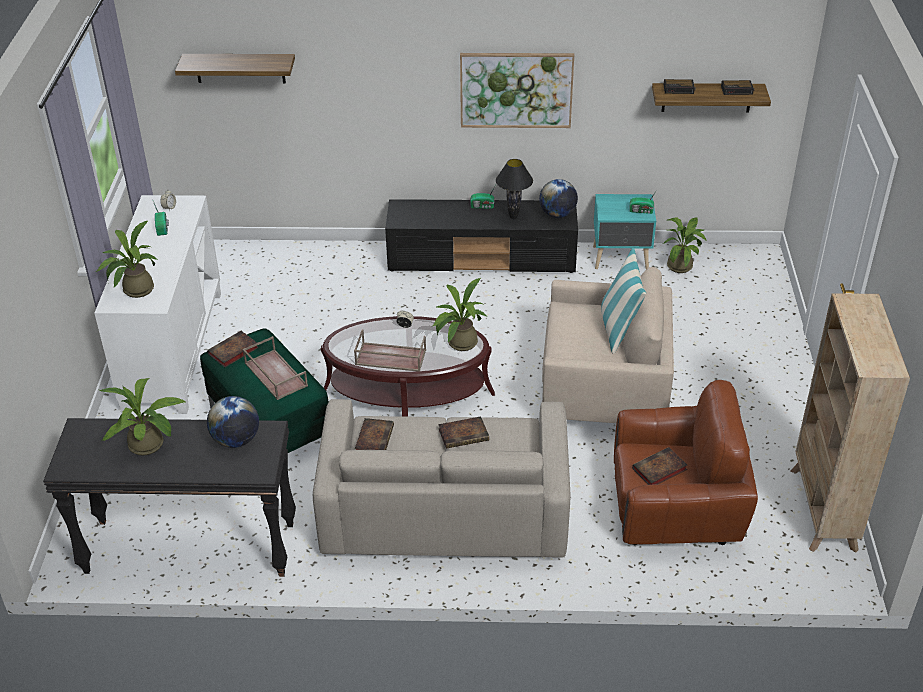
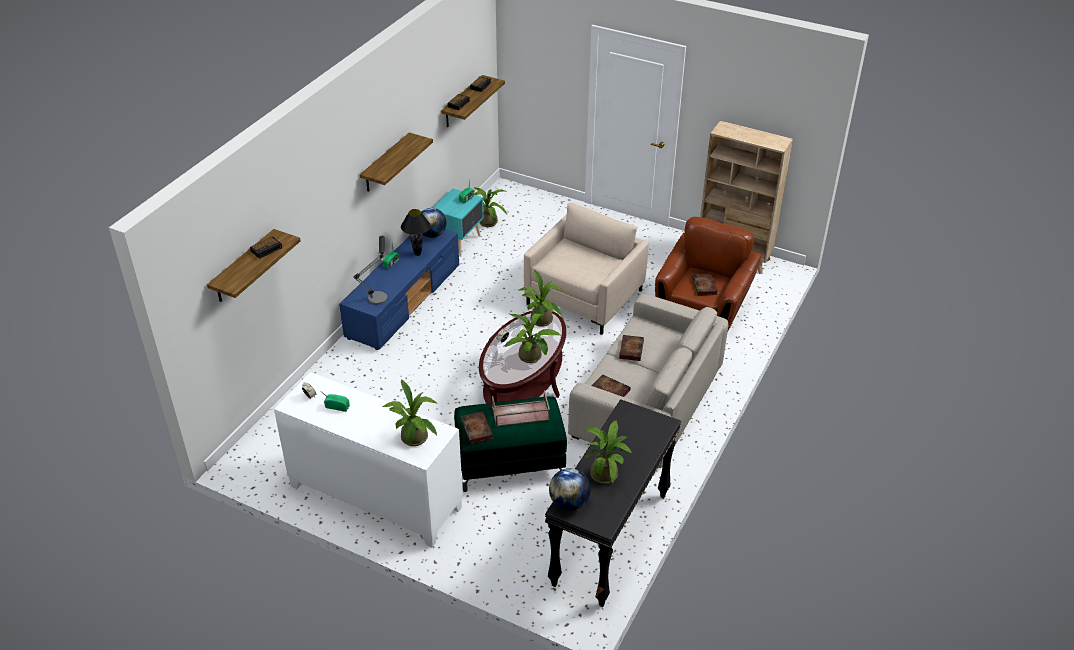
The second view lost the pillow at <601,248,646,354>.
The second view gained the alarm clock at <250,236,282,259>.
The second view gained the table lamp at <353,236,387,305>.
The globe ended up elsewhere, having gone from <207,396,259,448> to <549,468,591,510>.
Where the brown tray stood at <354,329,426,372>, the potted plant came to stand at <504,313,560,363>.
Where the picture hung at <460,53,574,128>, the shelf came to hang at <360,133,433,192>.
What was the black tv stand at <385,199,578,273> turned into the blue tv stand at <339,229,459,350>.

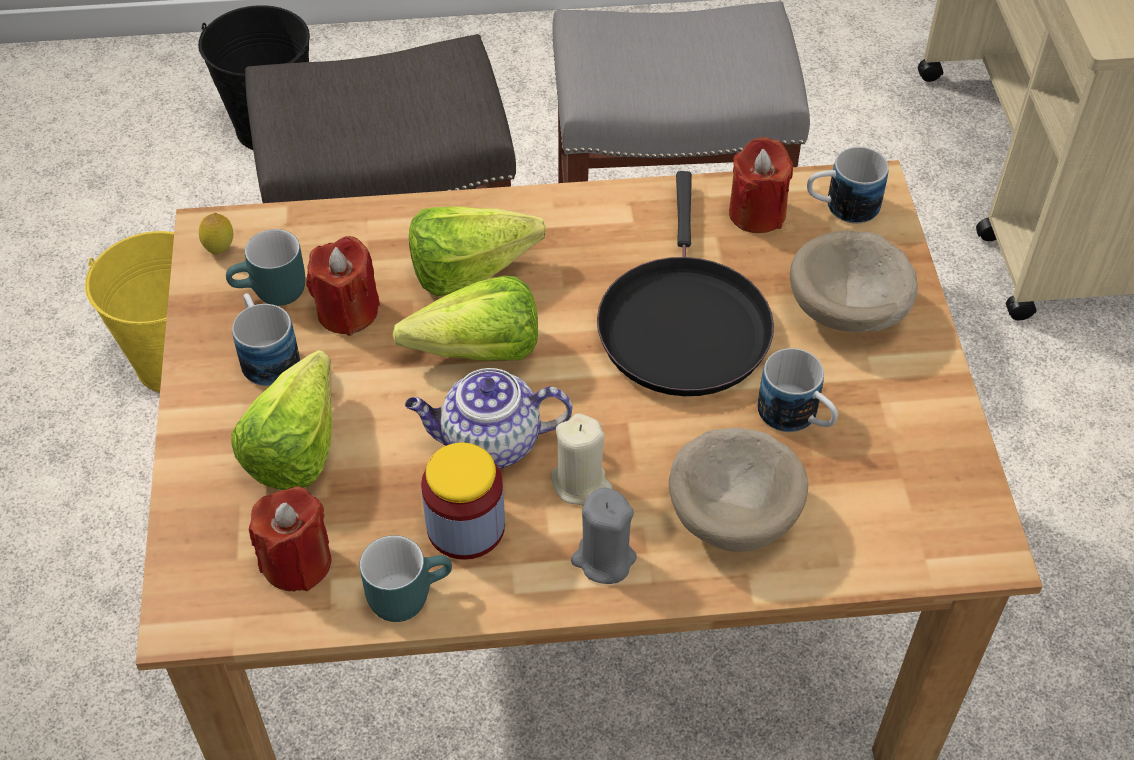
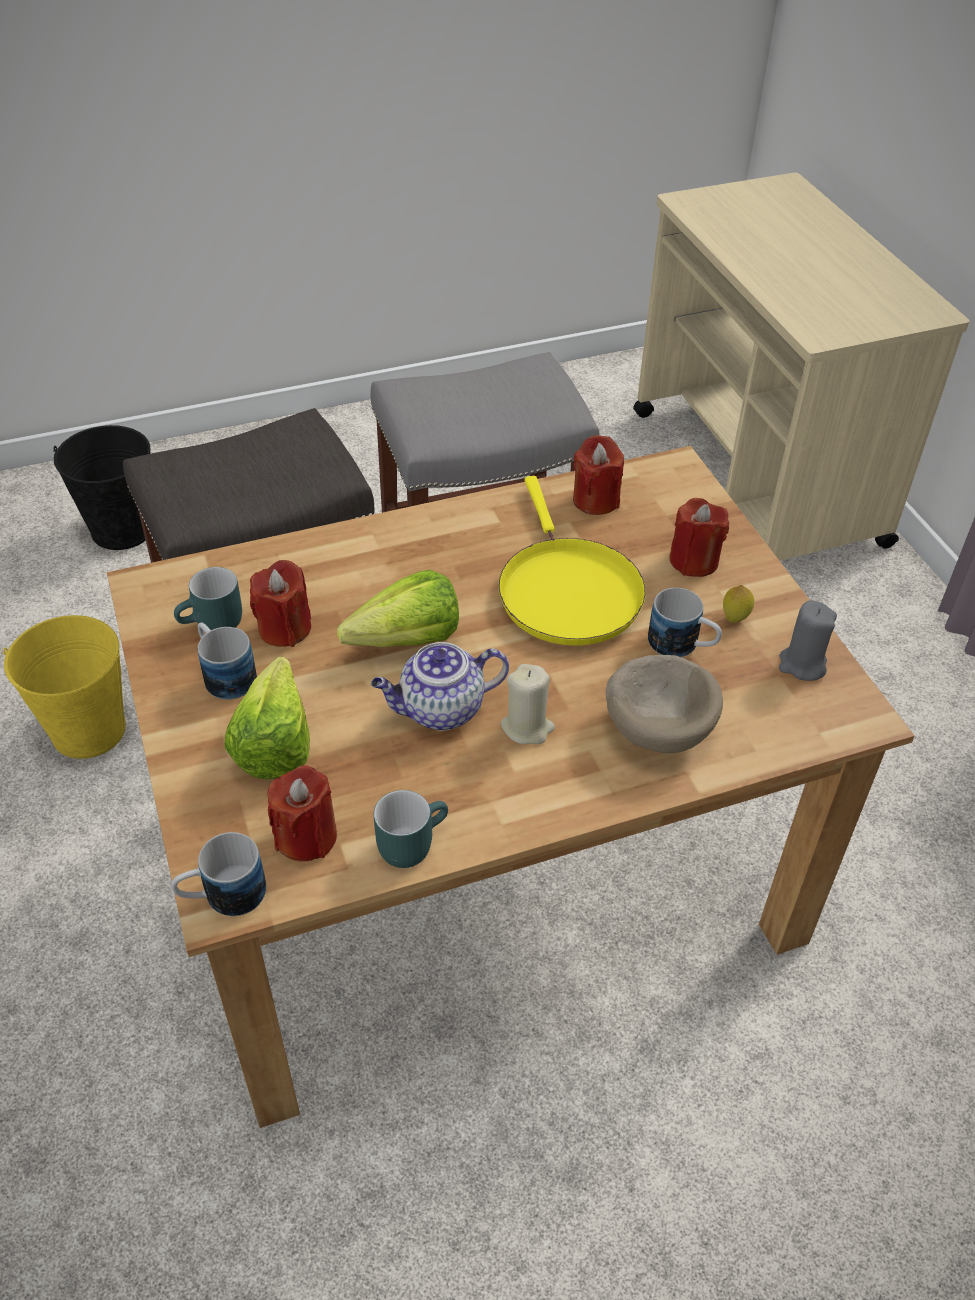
The second view lost the lettuce at <409,206,546,296>.
The second view lost the jar at <421,442,505,560>.
The lemon ended up elsewhere, having gone from <199,213,233,254> to <723,585,754,623>.
The grey candle ended up elsewhere, having gone from <571,487,637,584> to <779,600,837,681>.
The mug ended up elsewhere, having gone from <807,147,889,224> to <171,832,266,916>.
Where the beige bowl stood at <790,231,918,332>, the red candle came to stand at <669,498,729,577>.
What was the black frying pan at <597,171,774,396> turned into the yellow frying pan at <498,476,646,646>.

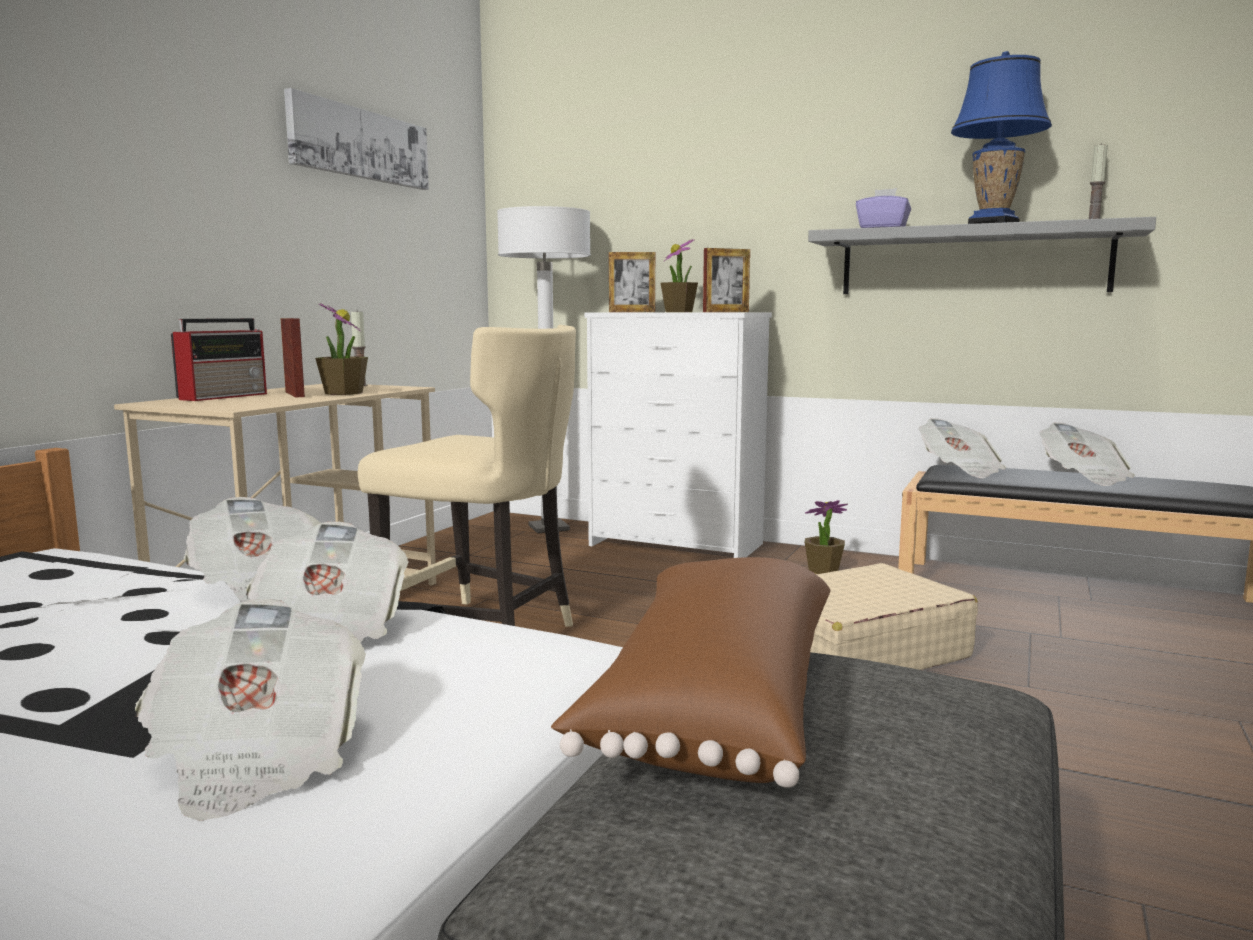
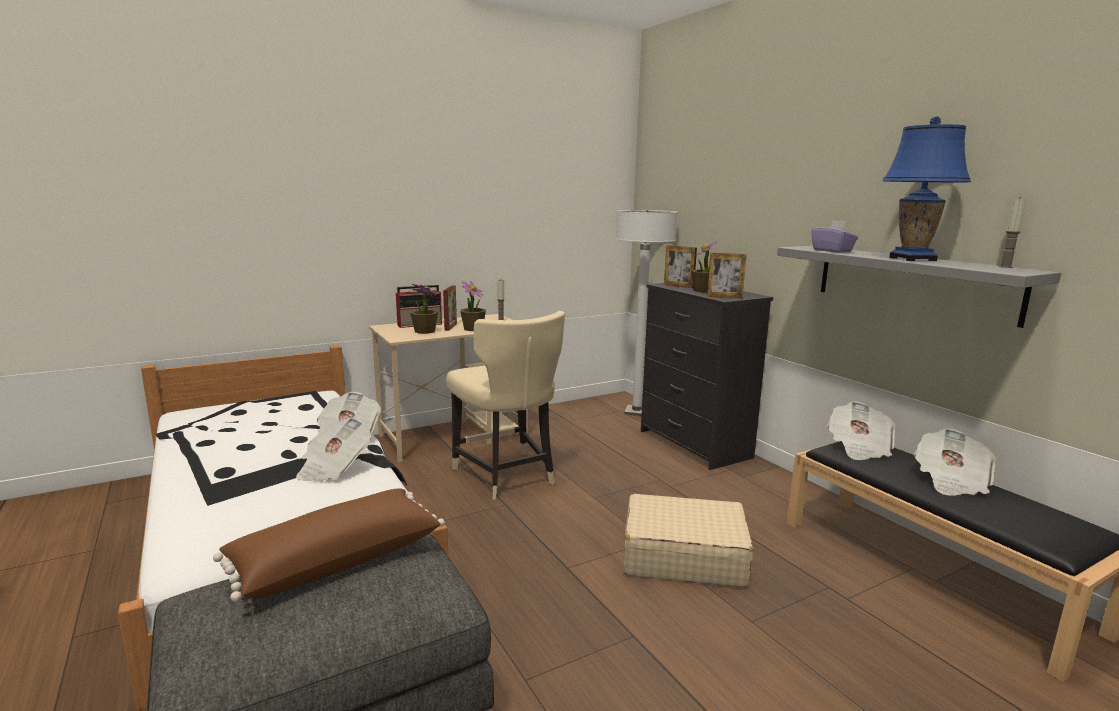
The second view lost the newspaper at <135,599,366,821>.
The second view lost the picture at <284,88,429,190>.
The potted plant ended up elsewhere, having gone from <804,500,848,574> to <410,284,438,334>.
What was the white dresser at <584,312,772,558> turned into the black dresser at <641,283,773,470>.

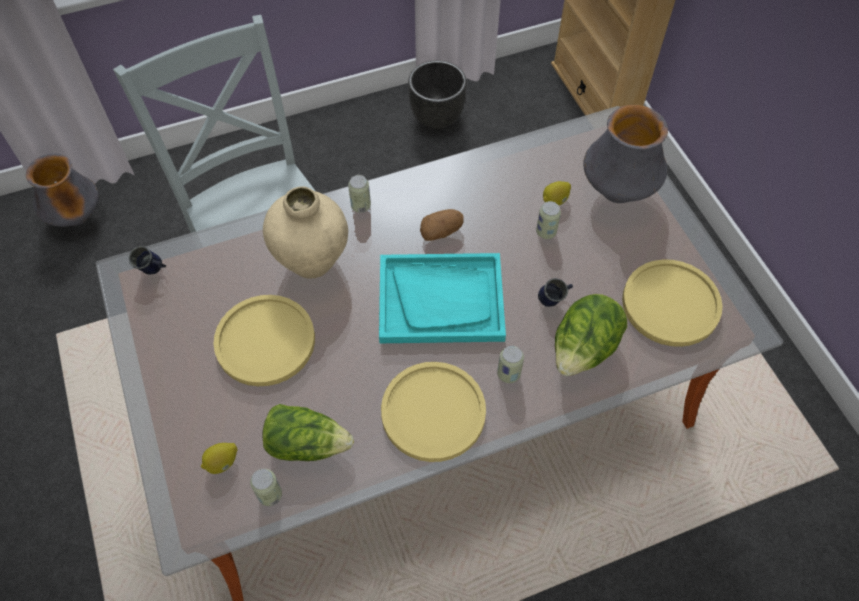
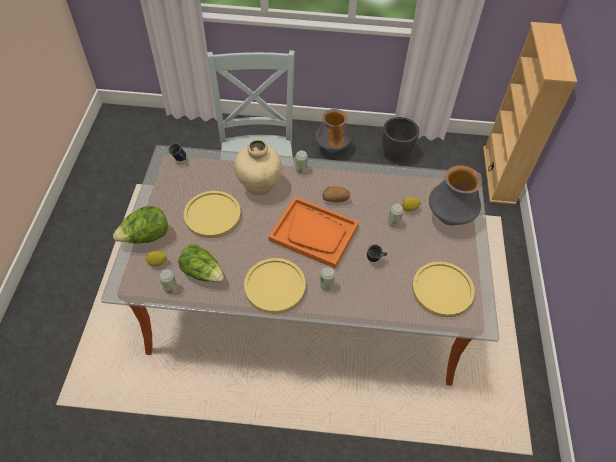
The vase ended up elsewhere, having gone from <26,153,99,227> to <315,109,351,153>.
The lettuce ended up elsewhere, having gone from <555,294,627,376> to <113,206,168,244>.
What was the turquoise tray at <379,253,506,343> turned into the orange tray at <268,197,359,268>.

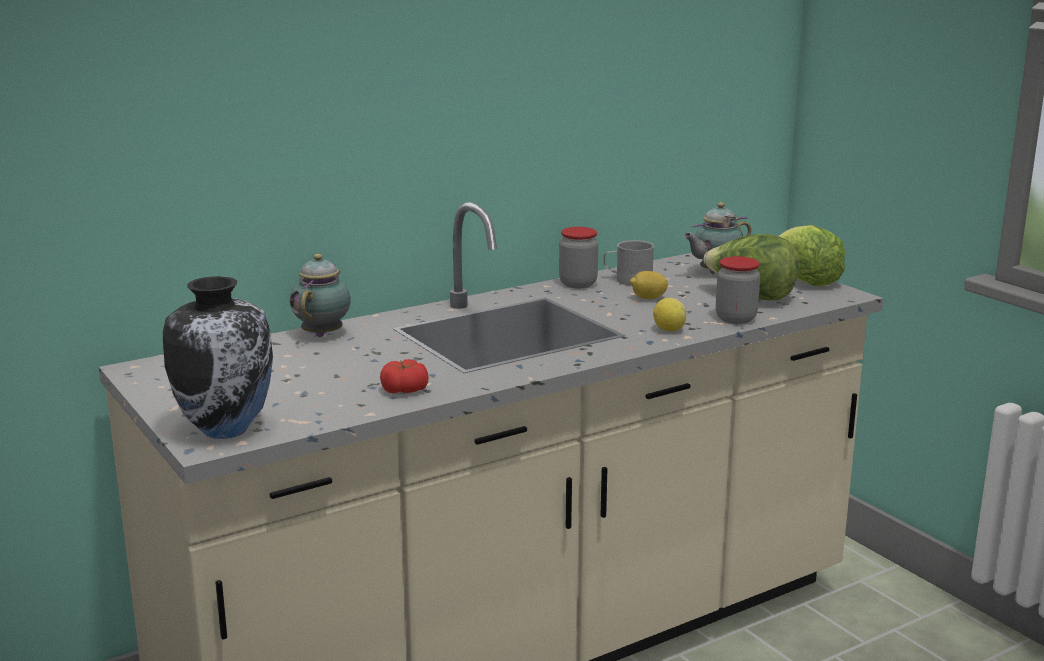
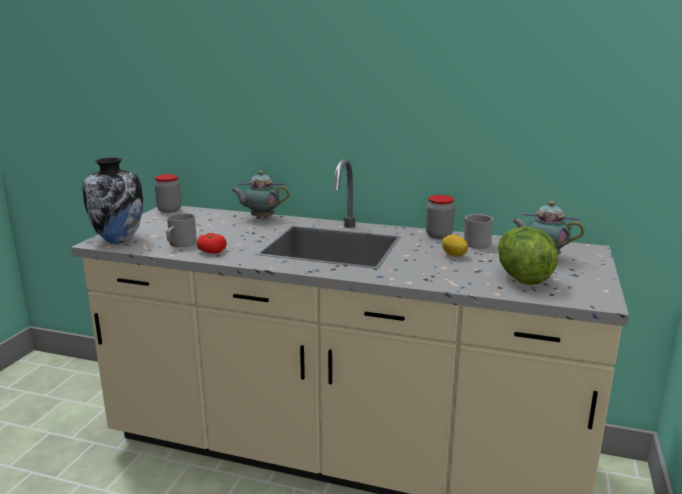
The second view lost the lemon at <653,298,686,332>.
The second view lost the lettuce at <779,225,845,287>.
The second view gained the grey mug at <166,213,197,247>.
The jar ended up elsewhere, having gone from <716,256,760,324> to <155,174,181,213>.
The teapot at <290,254,351,337> ended up facing another way, 150 degrees counterclockwise from before.

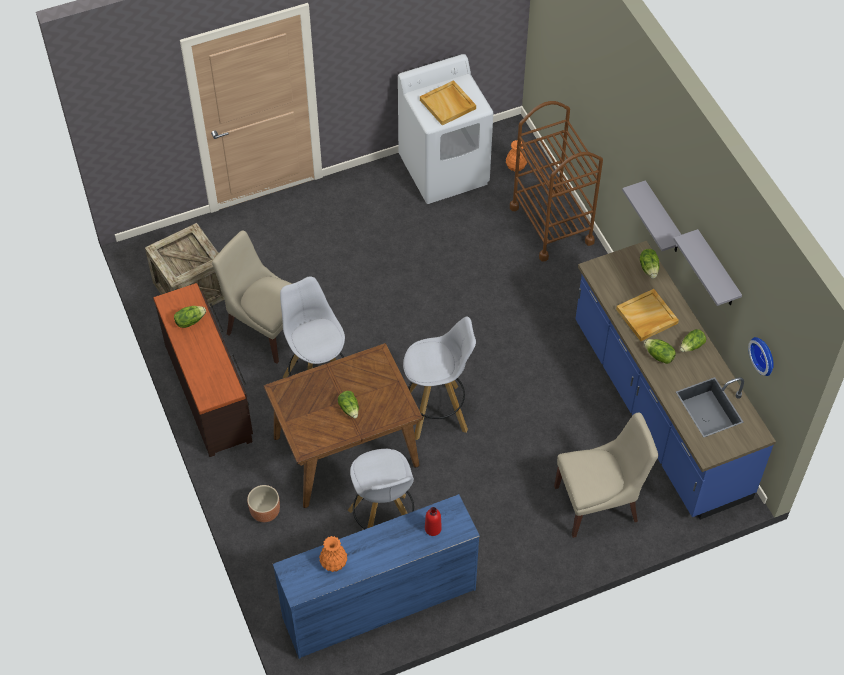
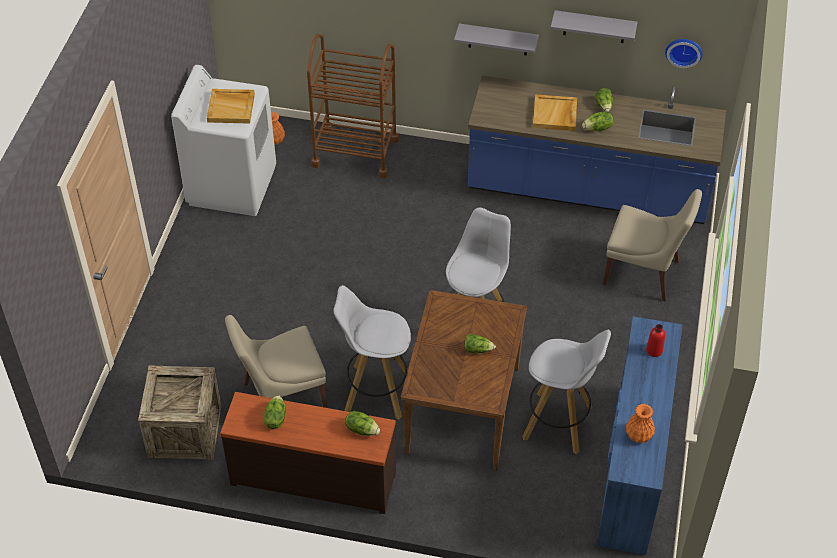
The second view lost the brown planter at <247,485,280,522>.
The lettuce ended up elsewhere, having gone from <640,249,659,279> to <345,411,380,436>.
The beige chair at <554,412,658,538> ended up facing another way, 90 degrees clockwise from before.

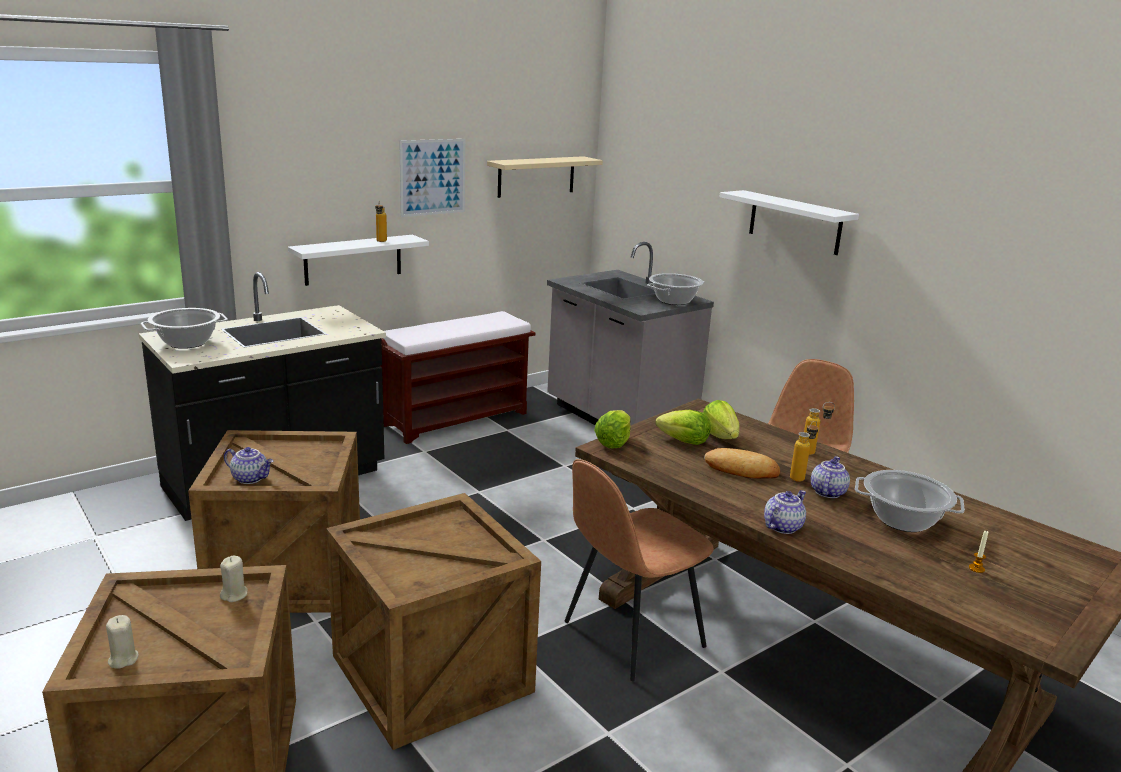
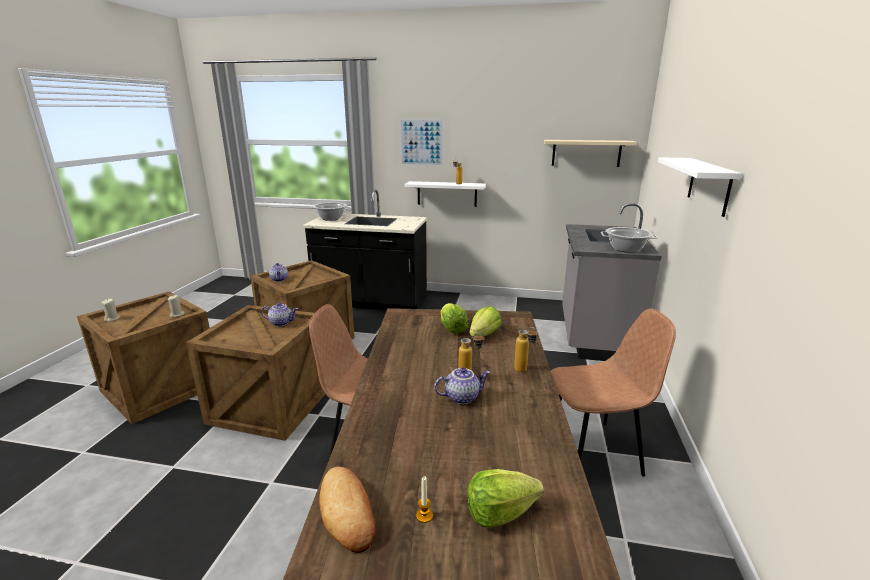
The second view lost the brown bench at <380,311,536,444>.
The second view lost the cooking pot at <855,470,965,532>.
The picture ended up elsewhere, having gone from <399,139,465,217> to <399,119,444,166>.
The lettuce ended up elsewhere, having gone from <594,410,631,448> to <467,469,544,528>.
The bread ended up elsewhere, having gone from <704,448,780,479> to <319,467,376,553>.
The teapot ended up elsewhere, having gone from <764,490,806,534> to <261,303,298,326>.

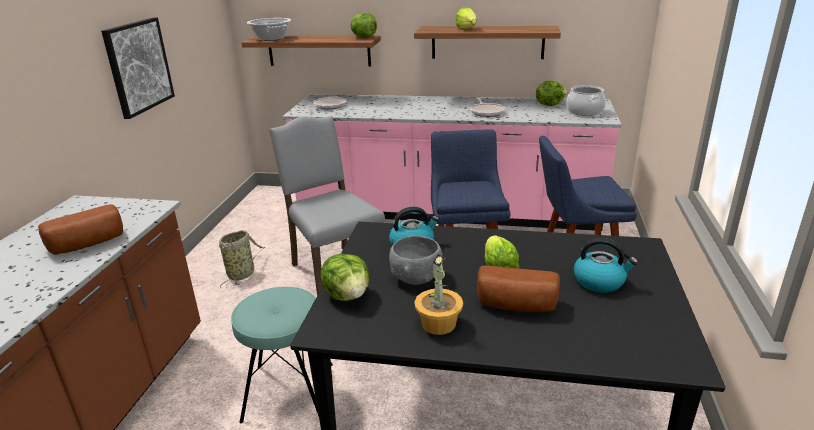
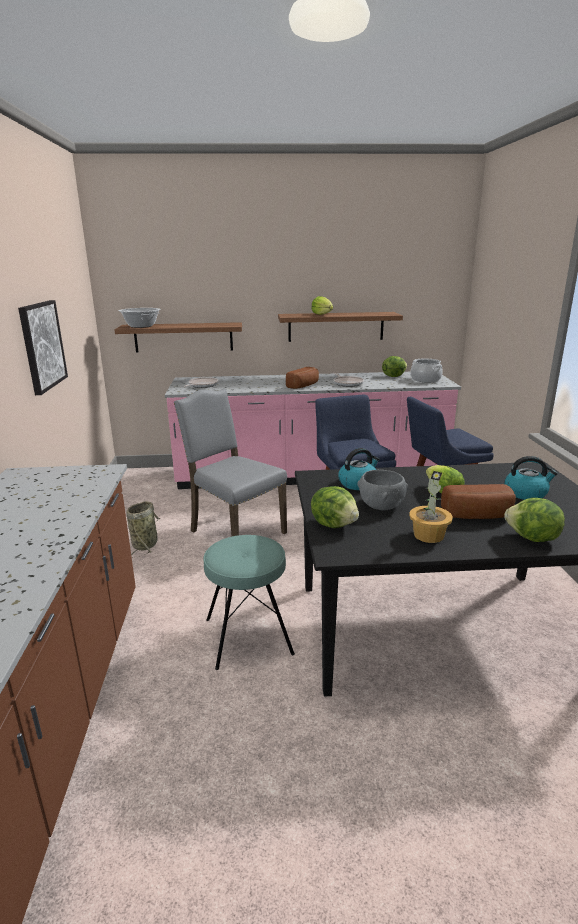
The bread ended up elsewhere, having gone from <38,204,123,255> to <286,367,319,389>.
The lettuce ended up elsewhere, having gone from <350,13,377,38> to <504,498,565,542>.

